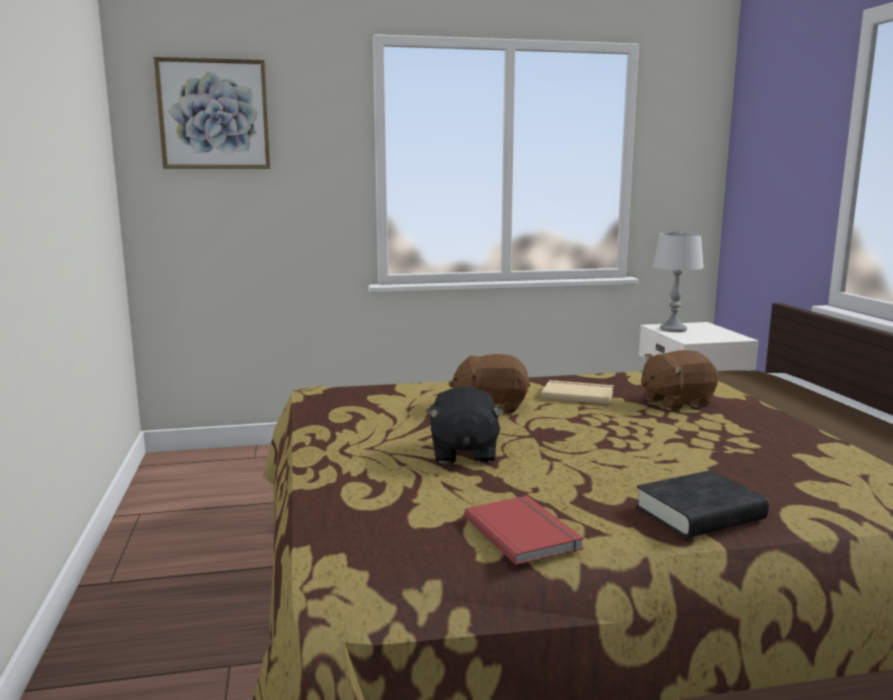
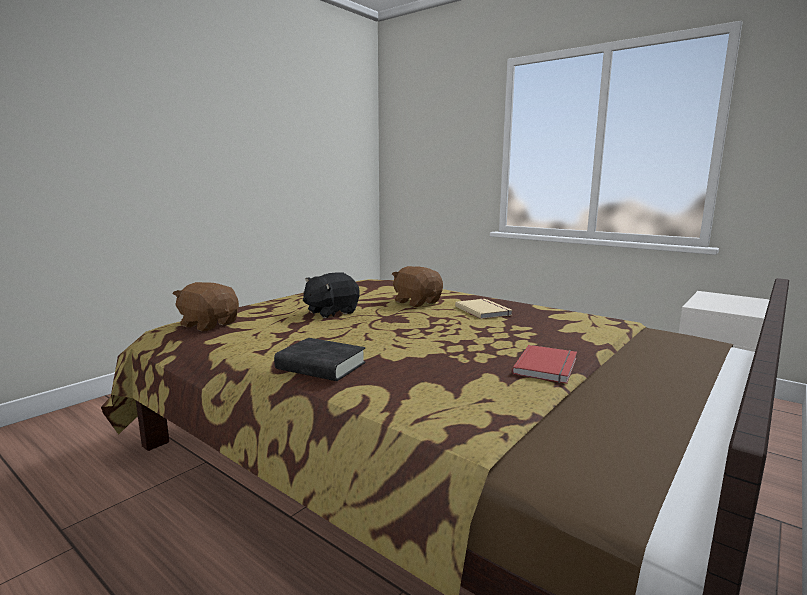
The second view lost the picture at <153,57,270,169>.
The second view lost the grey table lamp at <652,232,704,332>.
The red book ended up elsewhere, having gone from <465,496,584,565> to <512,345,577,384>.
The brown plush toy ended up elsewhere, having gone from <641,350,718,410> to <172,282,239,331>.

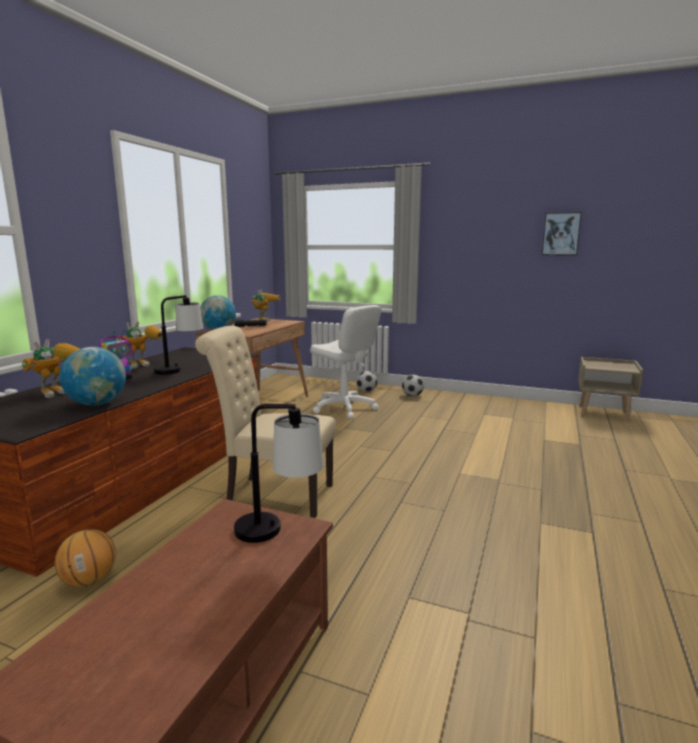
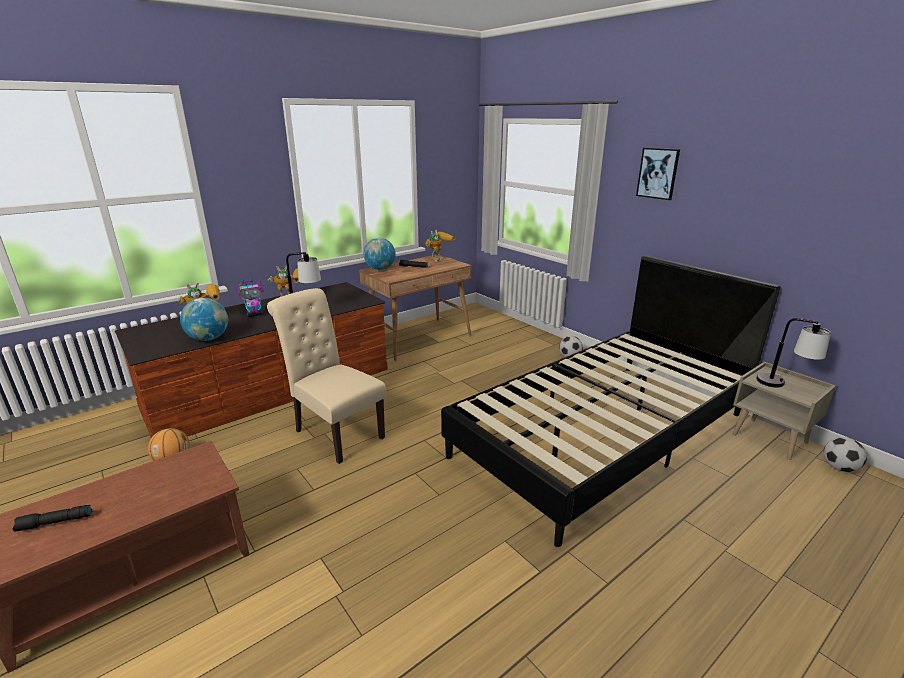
The second view lost the white office chair at <310,305,381,419>.
The second view gained the black flashlight at <12,505,92,532>.
The second view gained the black bed at <441,255,781,547>.
The table lamp ended up elsewhere, having gone from <234,404,324,543> to <756,318,831,388>.
The football ended up elsewhere, having gone from <356,371,377,392> to <824,437,867,472>.
The picture ended up elsewhere, having gone from <542,212,582,255> to <636,148,680,200>.

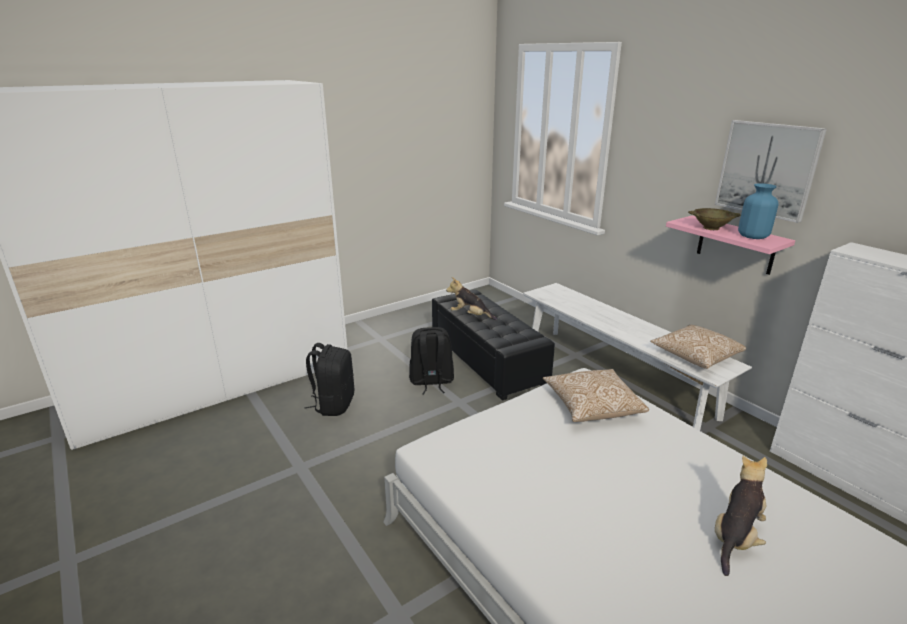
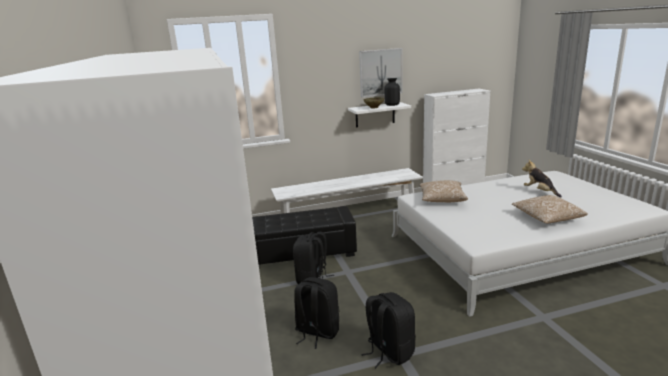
The second view lost the plush toy at <446,277,497,320>.
The second view gained the black backpack at <361,292,416,368>.
The pillow ended up elsewhere, having gone from <650,325,746,369> to <512,195,588,223>.
What was the pink shelf at <666,215,795,275> turned into the white shelf at <348,102,411,128>.
What was the blue vase at <738,183,779,239> turned into the black vase at <385,78,400,106>.

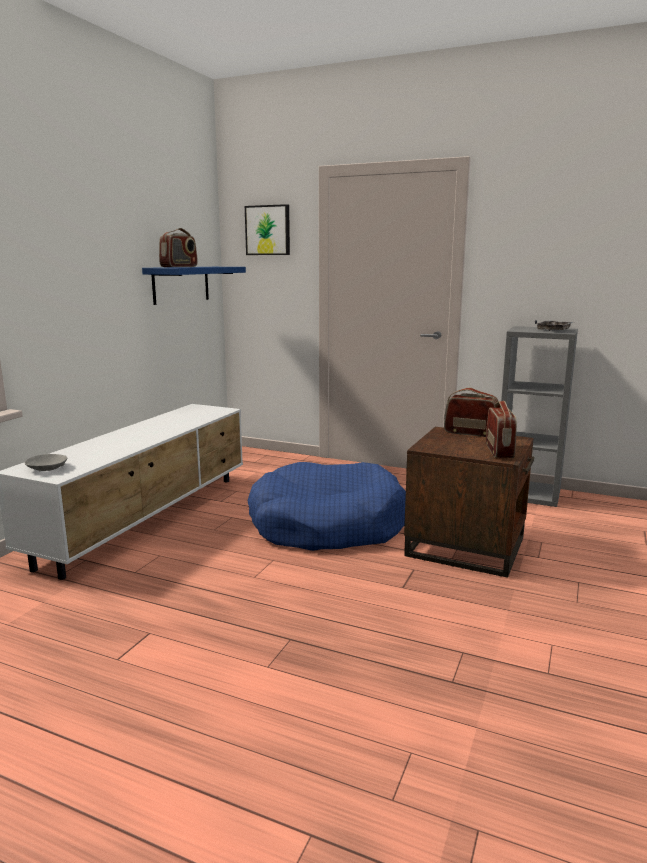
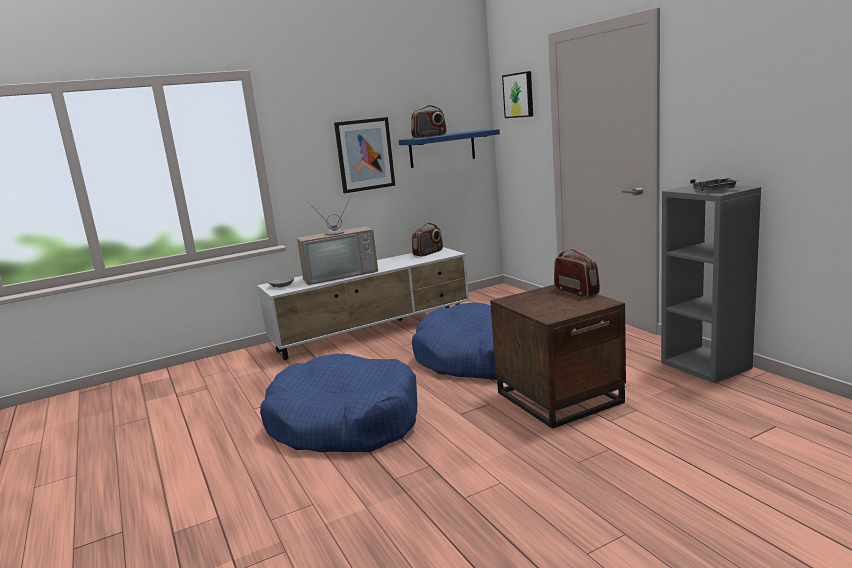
The second view gained the blue dog bed at <260,353,418,452>.
The second view gained the television at <297,194,378,285>.
The second view gained the picture at <334,117,395,193>.
The radio ended up elsewhere, having gone from <486,401,517,458> to <412,223,443,256>.

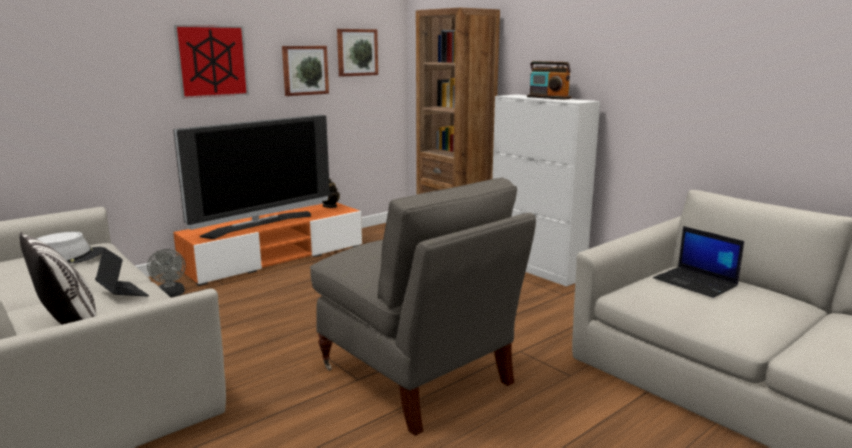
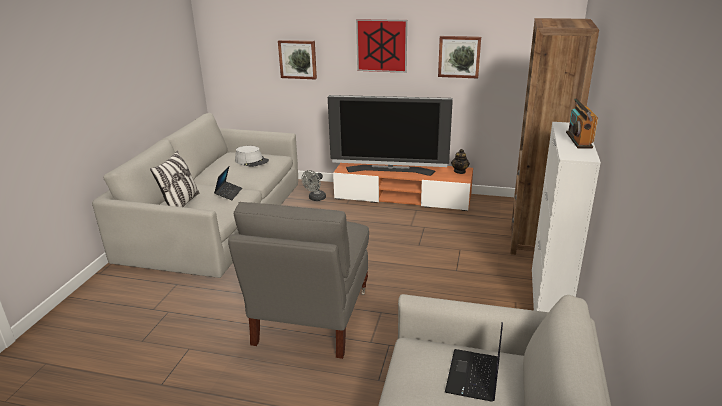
The picture ended up elsewhere, having gone from <337,29,378,77> to <278,40,317,80>.

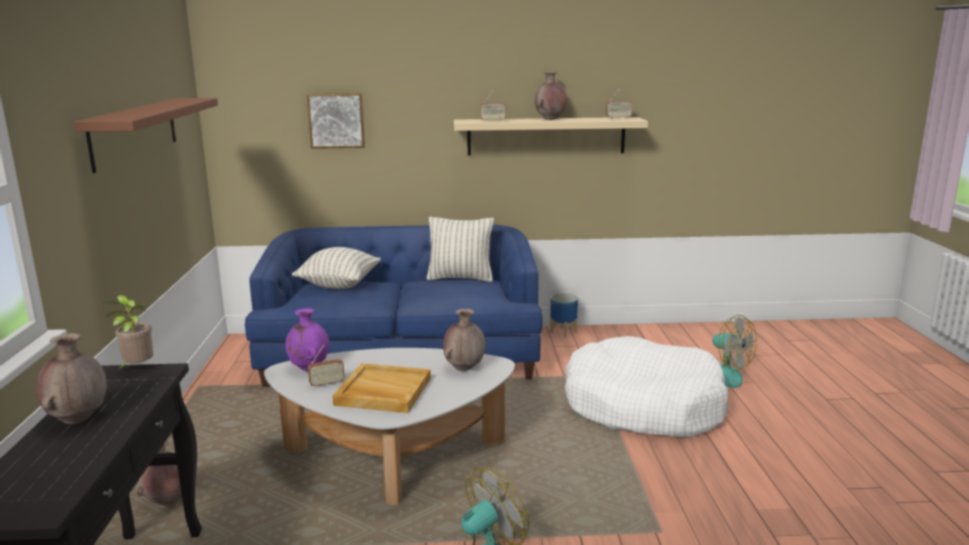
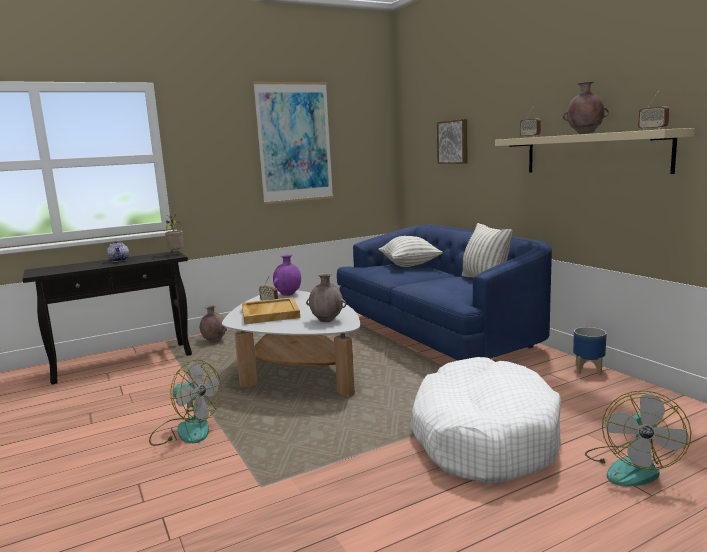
Where the brown vase stood at <36,333,107,424>, the teapot came to stand at <107,240,129,262>.
Where the brown shelf hung at <74,98,218,173>, the picture came to hang at <253,81,333,204>.

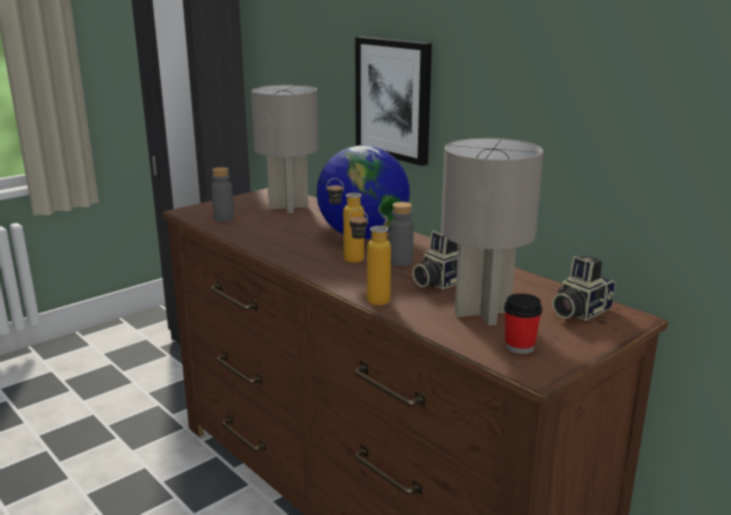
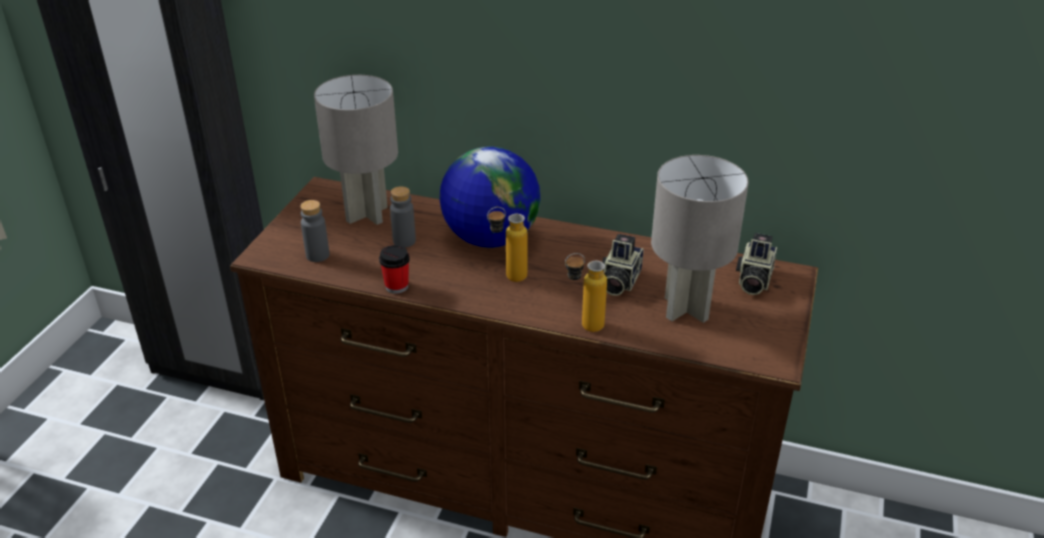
The second view lost the picture at <355,37,432,166>.
The grey bottle ended up elsewhere, having gone from <390,202,414,266> to <390,186,416,247>.
The cup ended up elsewhere, having gone from <504,293,542,354> to <379,245,410,294>.

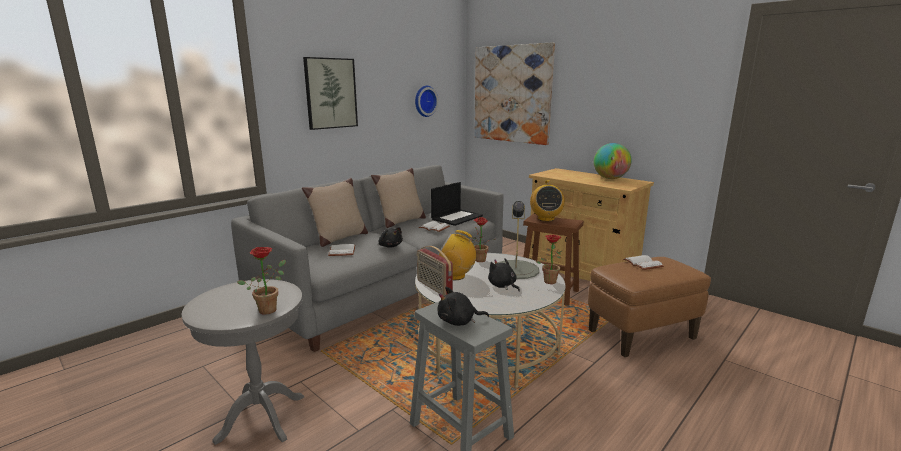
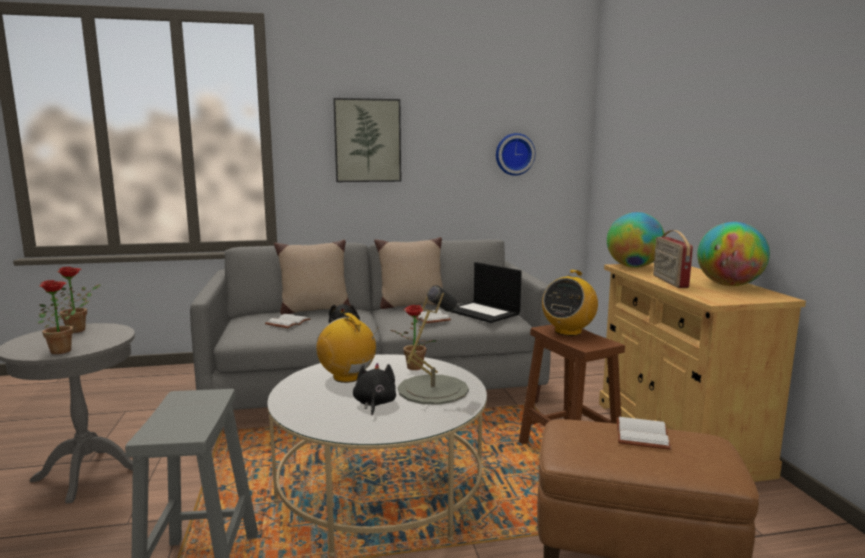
The second view lost the black plush toy at <438,287,489,326>.
The second view lost the picture at <474,42,555,145>.
The second view gained the globe at <607,212,664,268>.
The radio ended up elsewhere, having gone from <417,246,453,296> to <653,230,693,288>.
The potted plant ended up elsewhere, having gone from <536,235,562,284> to <51,267,101,333>.
The laptop at <431,182,483,226> ended up facing another way, 60 degrees clockwise from before.

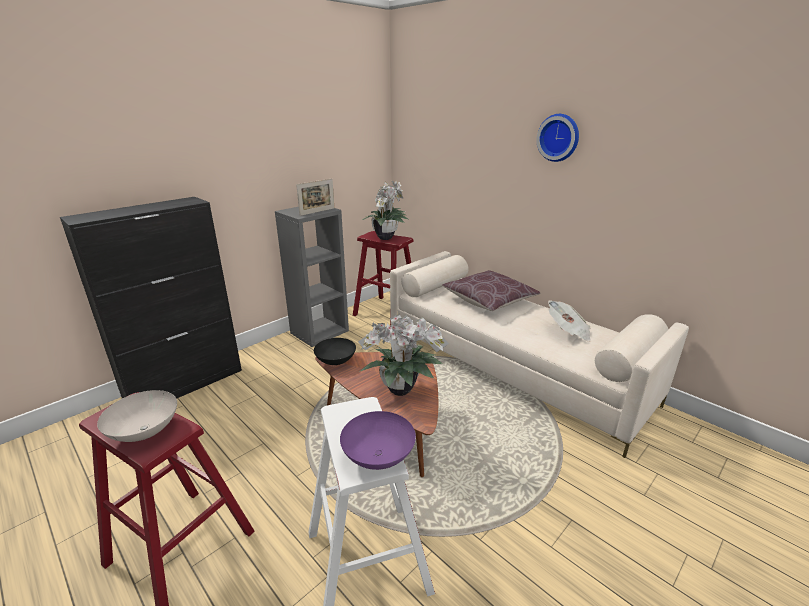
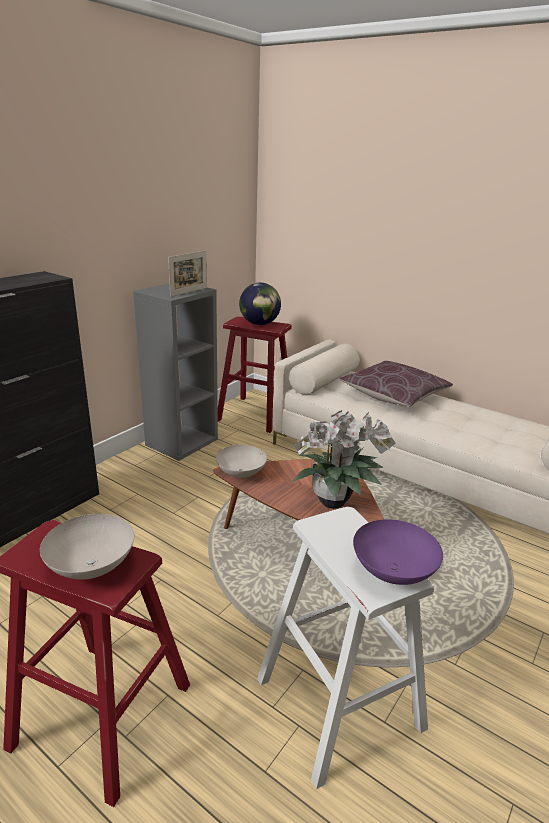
The second view lost the wall clock at <536,114,579,162>.
The second view lost the newspaper at <548,300,591,342>.
Where the potted plant stood at <363,180,408,240>, the globe came to stand at <239,283,281,325>.
What was the black bowl at <314,338,356,365> turned into the white bowl at <215,445,267,478>.

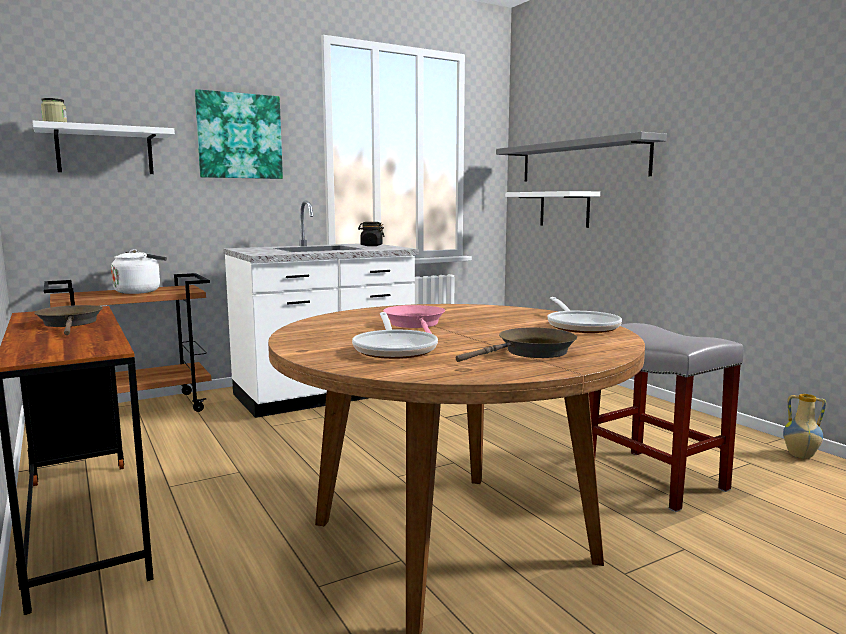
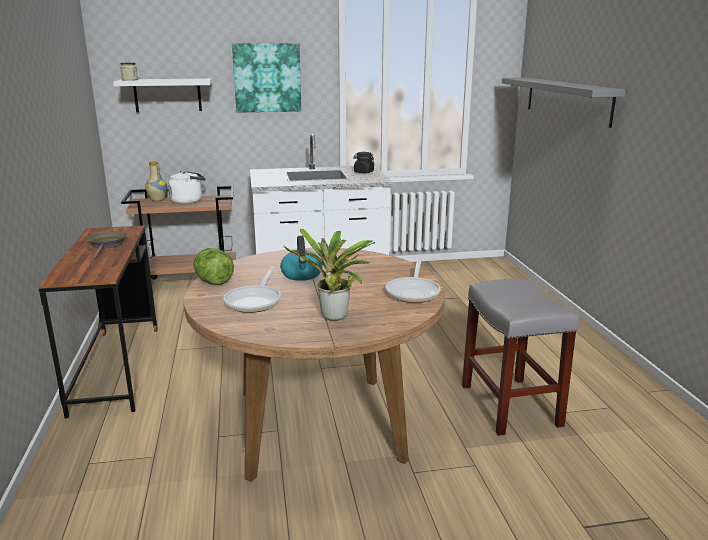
The second view lost the white shelf at <505,191,600,228>.
The second view gained the lettuce at <194,248,234,285>.
The vase ended up elsewhere, having gone from <783,394,826,459> to <145,161,167,201>.
Where the pink frying pan stood at <383,305,445,334>, the kettle came to stand at <280,236,323,281>.
Where the brown frying pan stood at <456,327,577,362>, the potted plant came to stand at <284,229,375,321>.

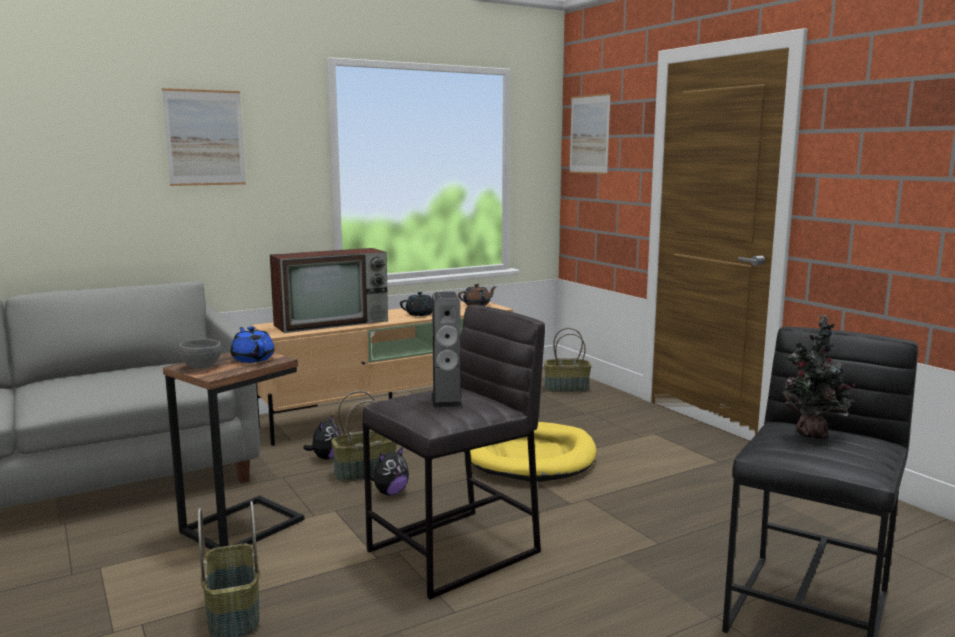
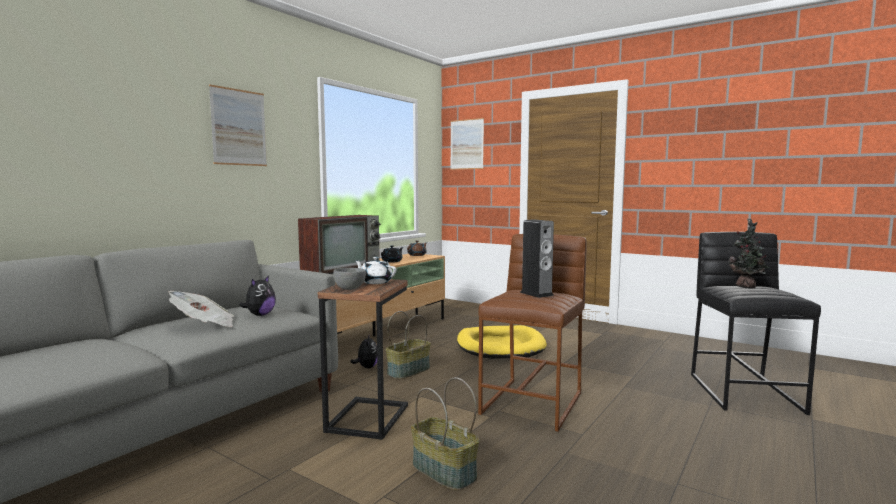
The second view lost the basket at <544,328,592,392>.
The second view gained the newspaper at <169,291,234,327>.
The plush toy ended up elsewhere, having gone from <370,447,409,496> to <239,275,276,316>.
What was the blue teapot at <230,327,275,363> turned into the white teapot at <354,257,396,284>.
What was the grey stool at <363,305,545,600> turned into the brown stool at <478,234,587,432>.

